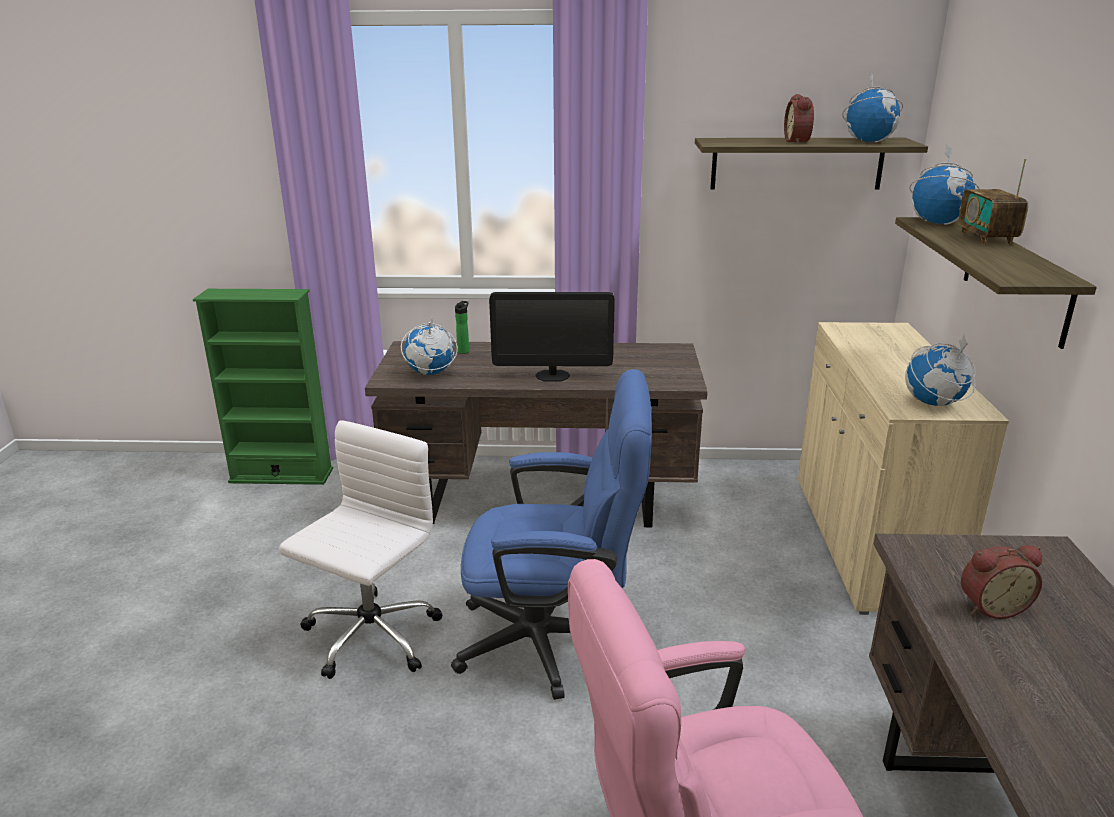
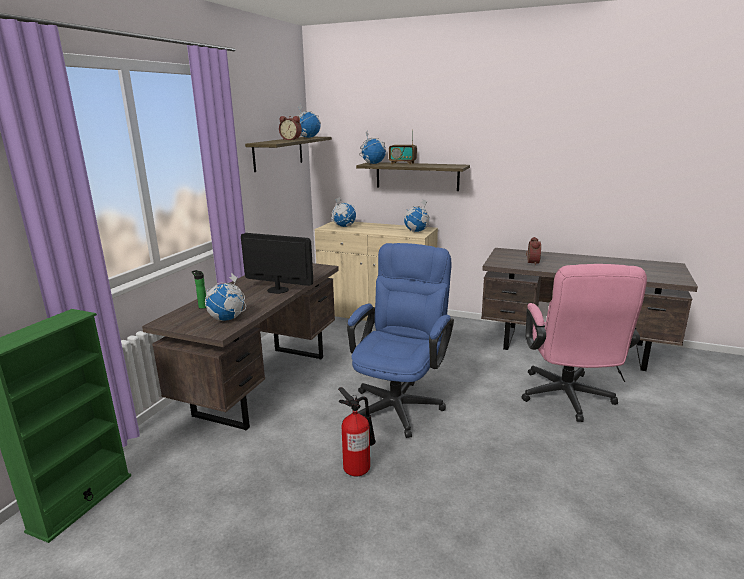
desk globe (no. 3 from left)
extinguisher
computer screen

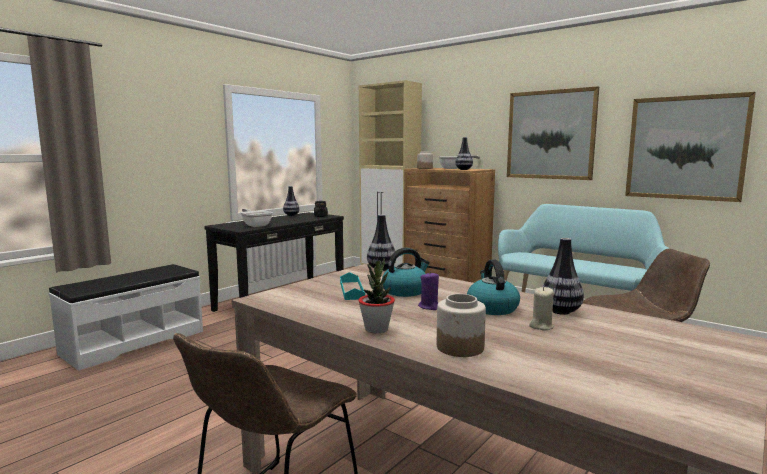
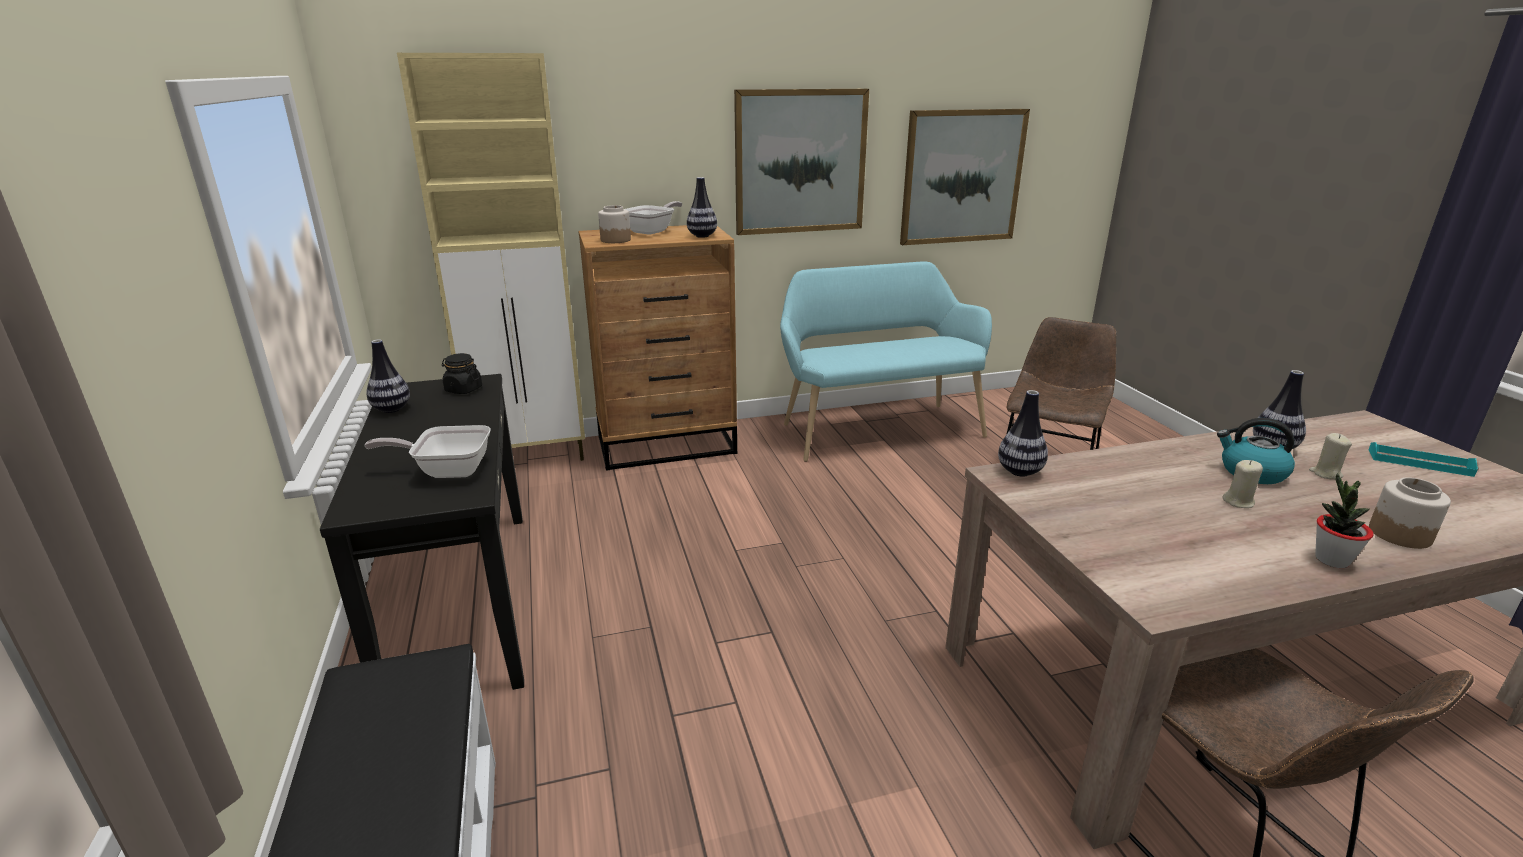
kettle (no. 1 from left in the first image)
blue-green serving tray
beige wax candle (no. 1 from left)

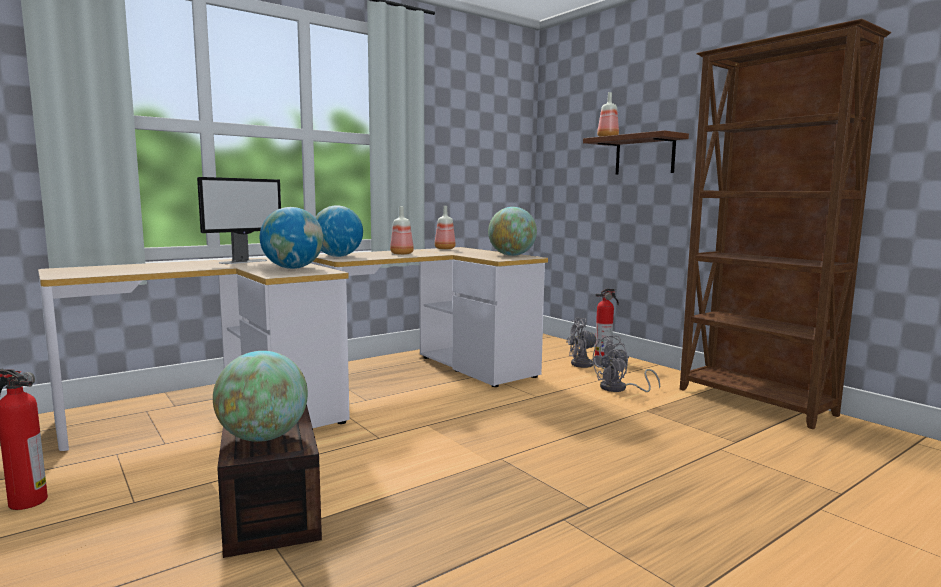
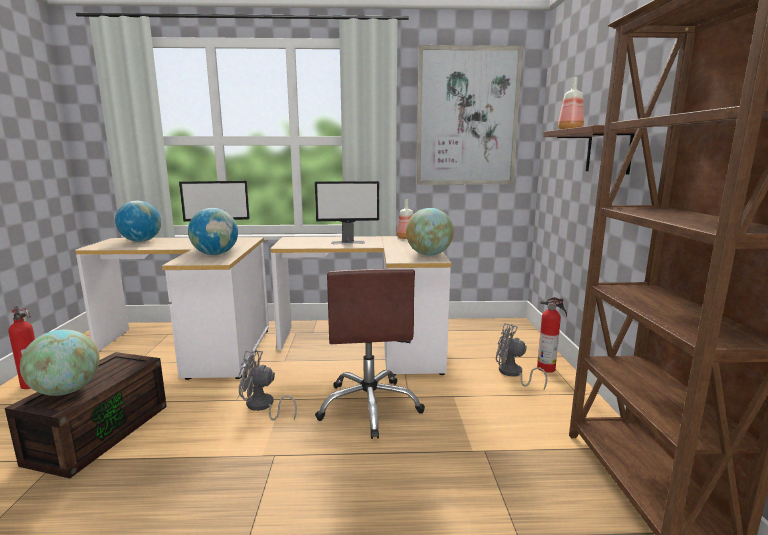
brown-coloured desk chair
wall picture
desk globe (no. 2 from left)
grey fan (no. 1 from left)
computer screen (no. 2 from left)

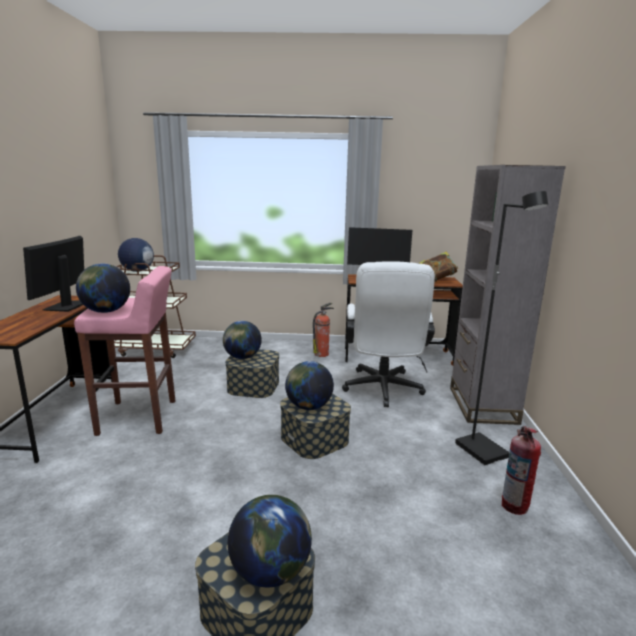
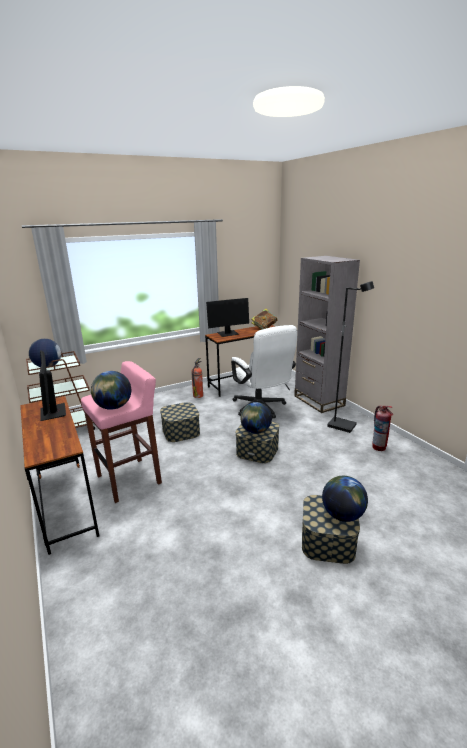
desk globe (no. 3 from left in the first image)

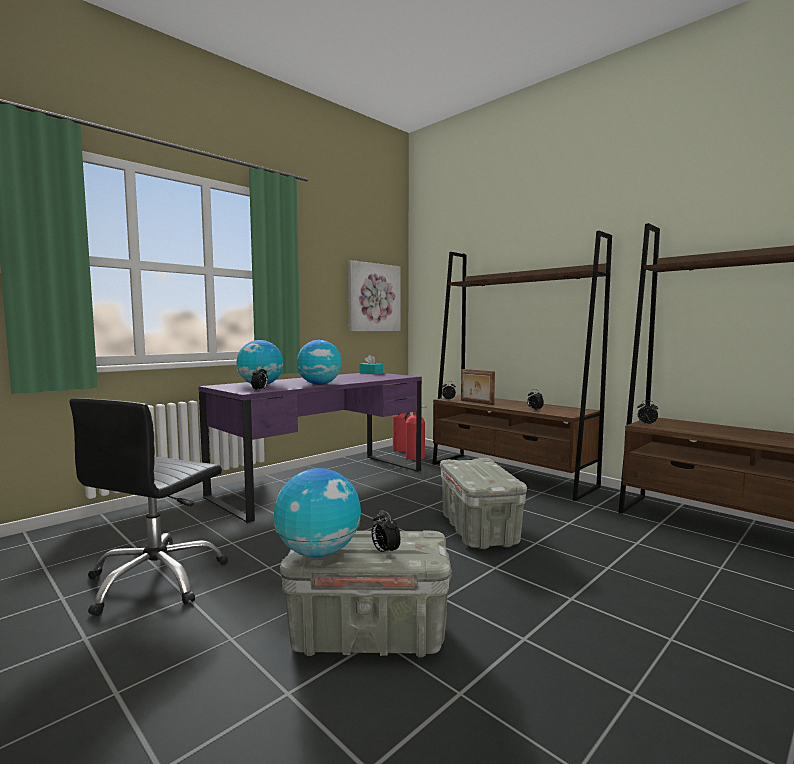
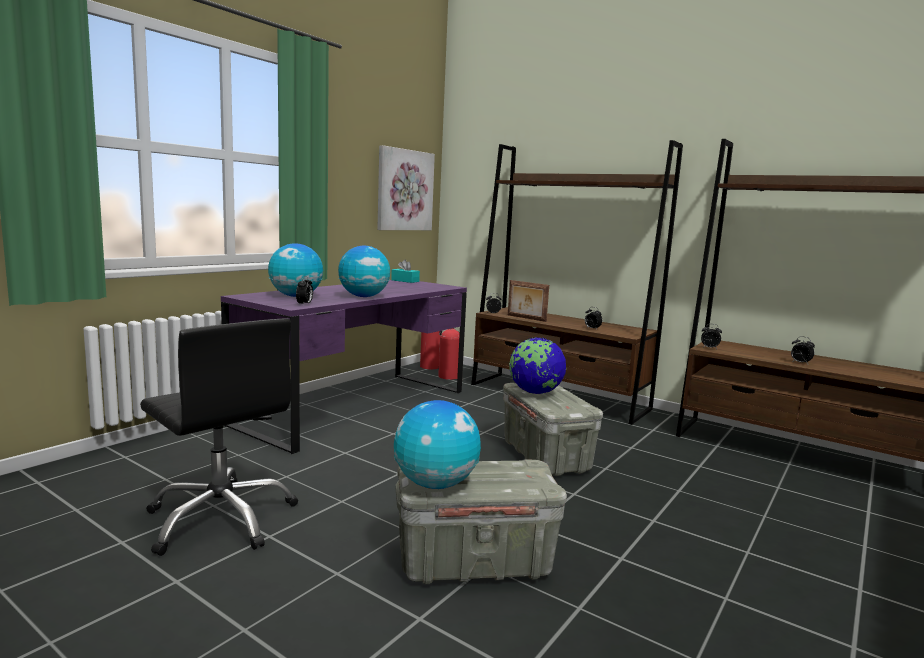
desk globe (no. 4 from left)
bedside clock (no. 5 from left)
blackish desk chair

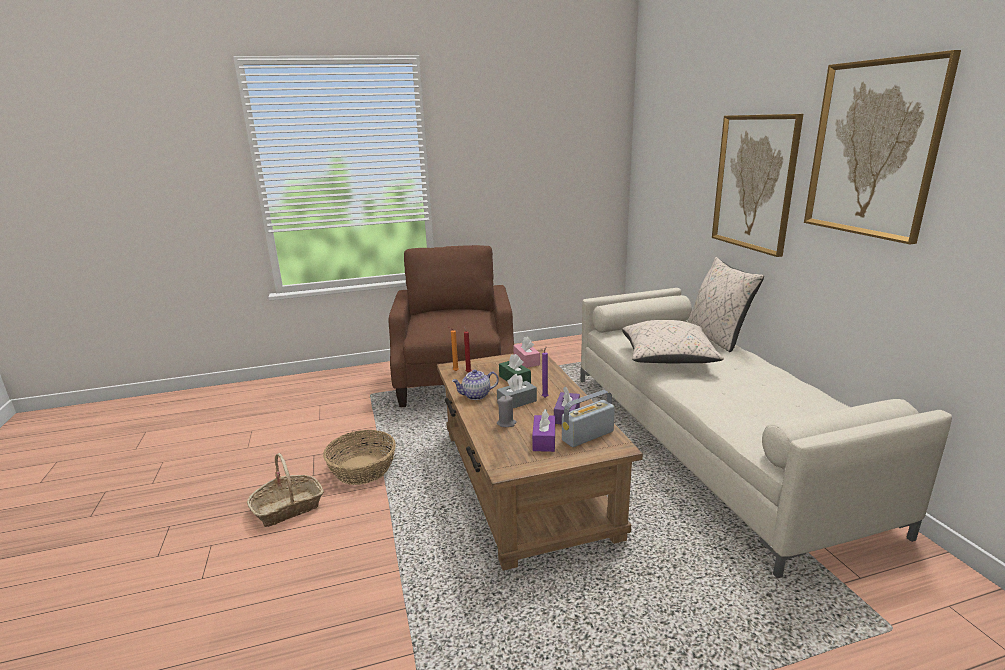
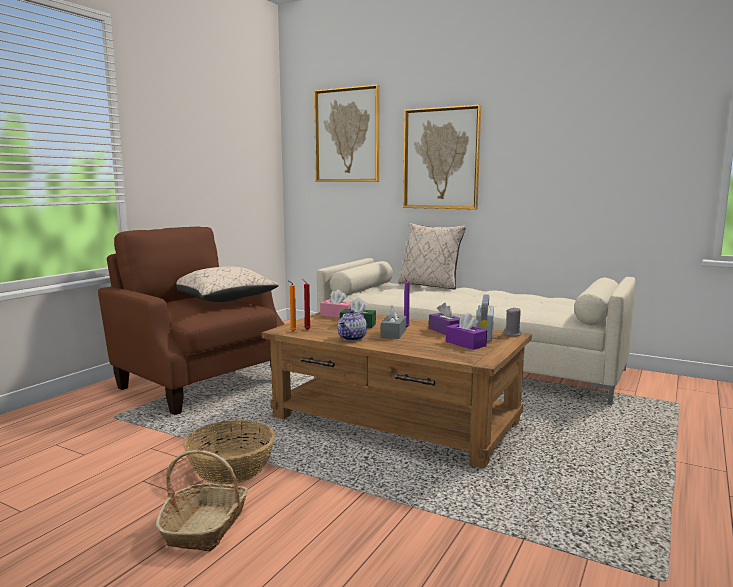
grey wax candle
beige cushion (no. 1 from left)
wall picture (no. 1 from left)

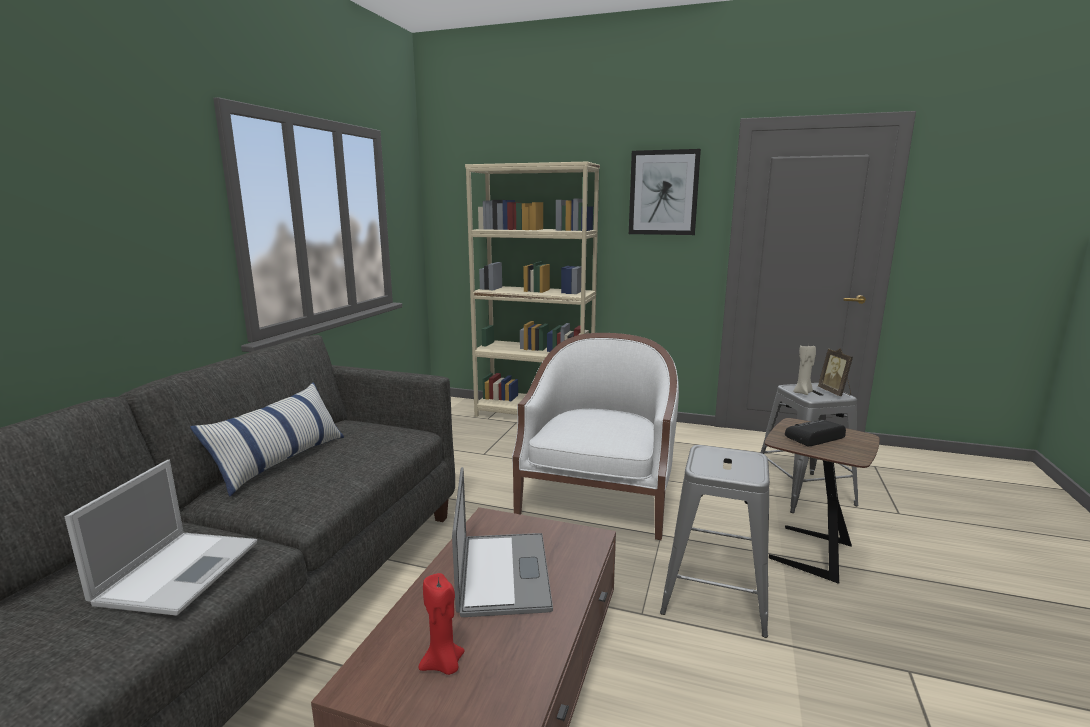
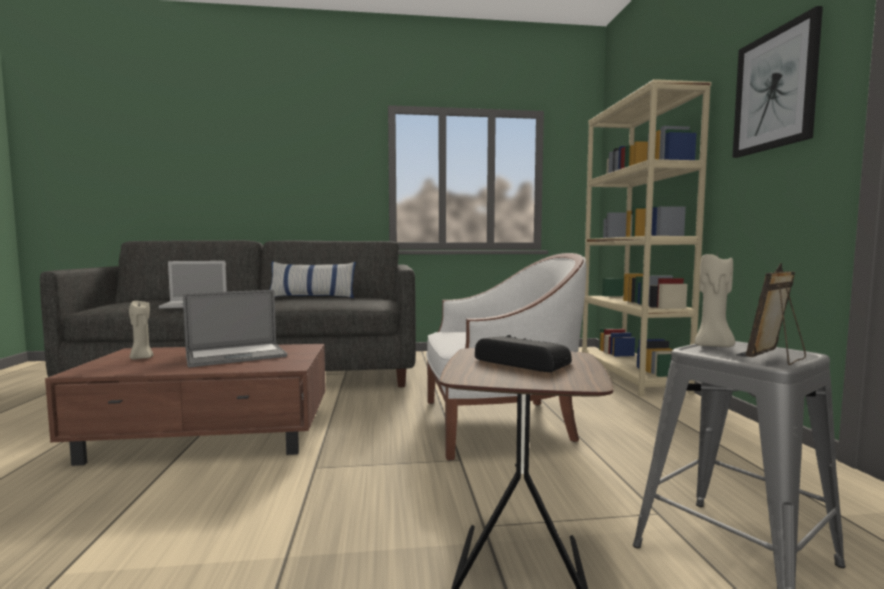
grey stool seat (no. 1 from left in the first image)
beige wax candle (no. 1 from left)

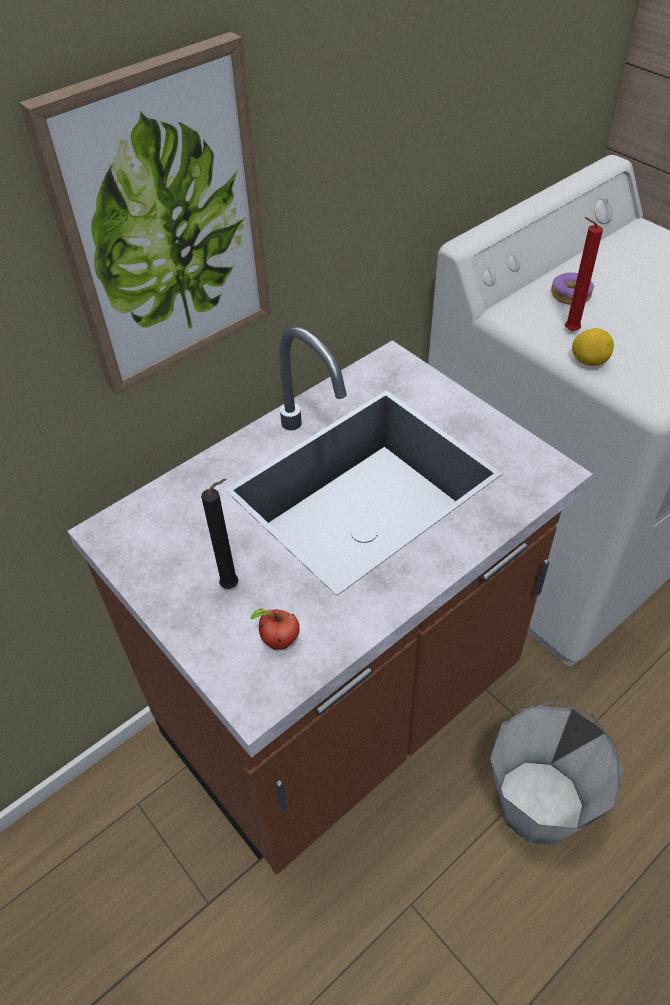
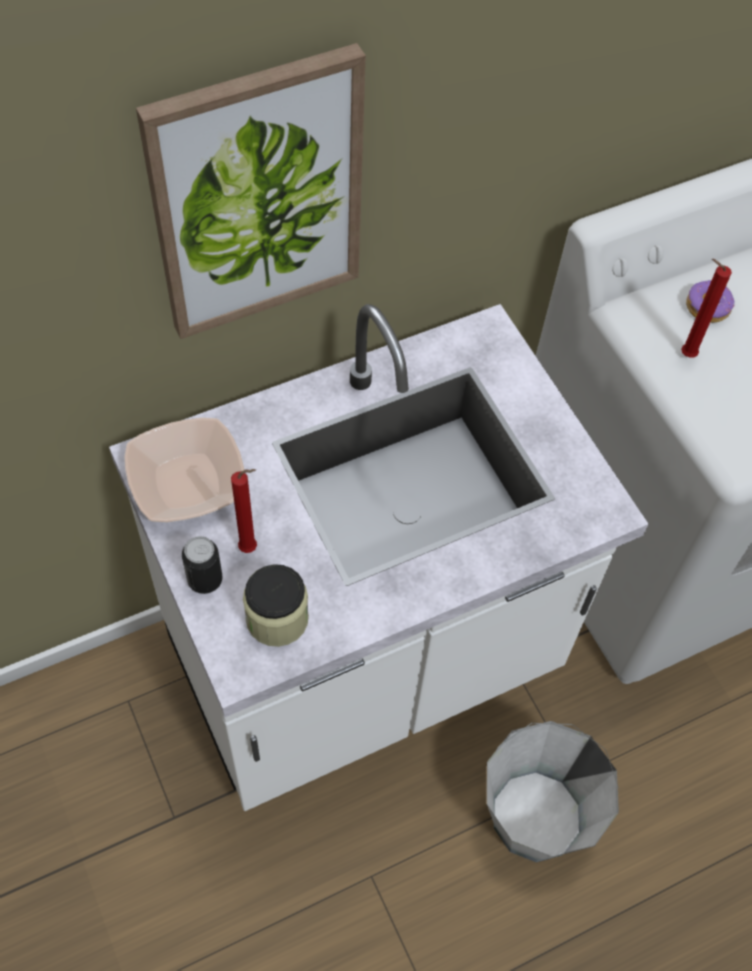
whole lemon
bowl
can
storage jar
white-coloured counter
reddish wax candle (no. 1 from left)

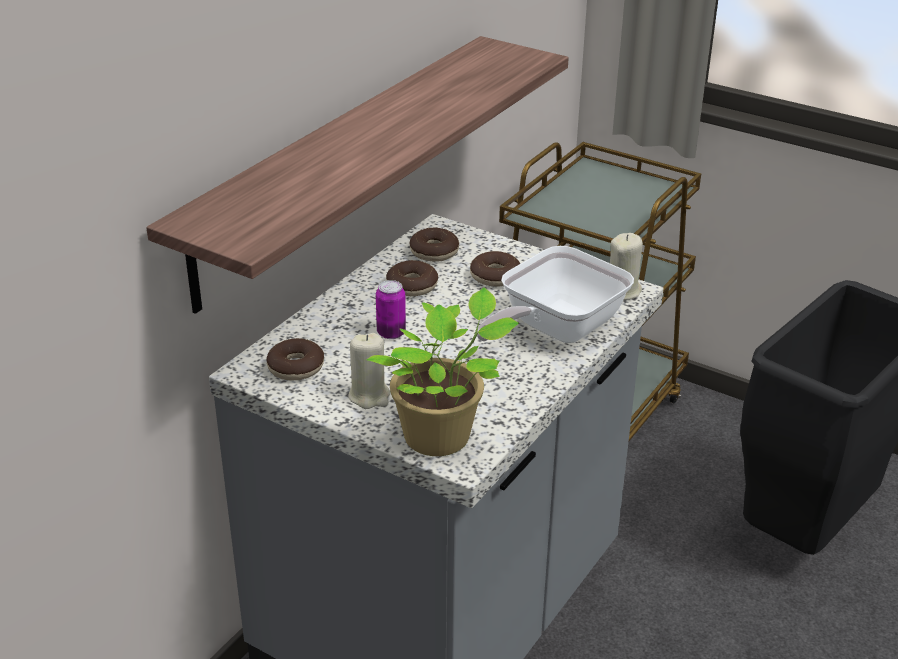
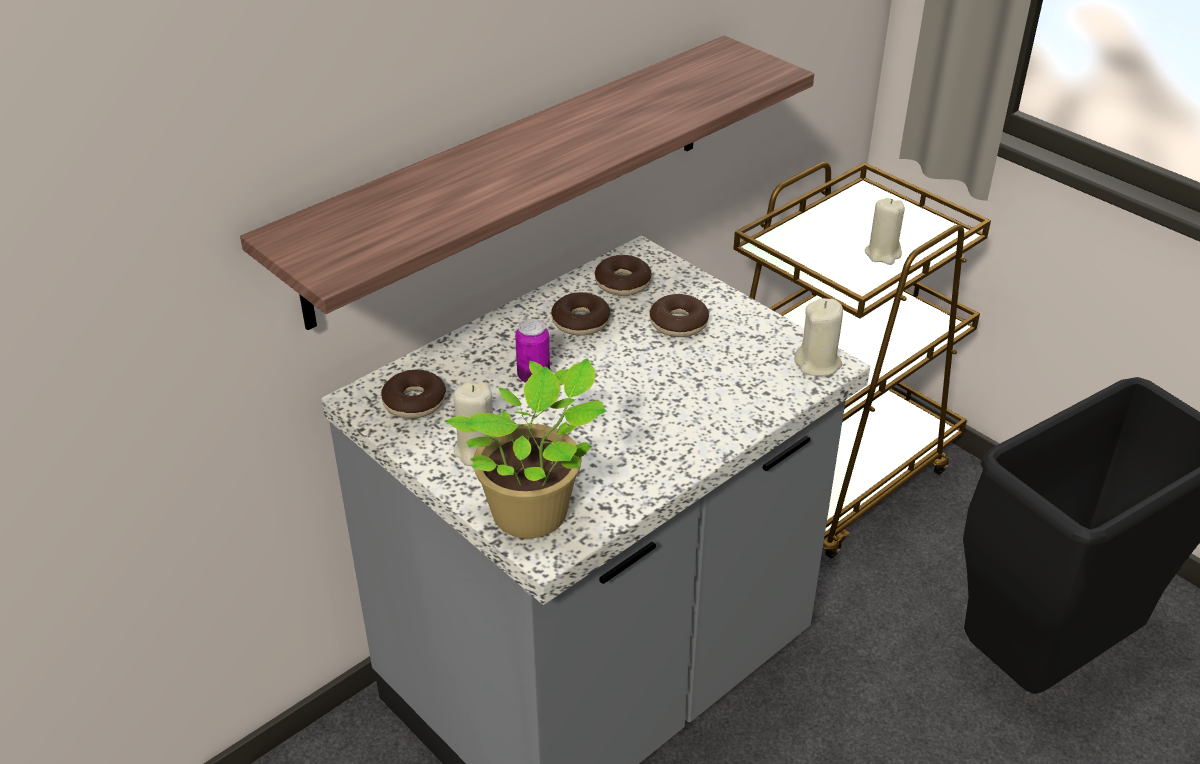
frying pan
beige wax candle (no. 3 from left)

